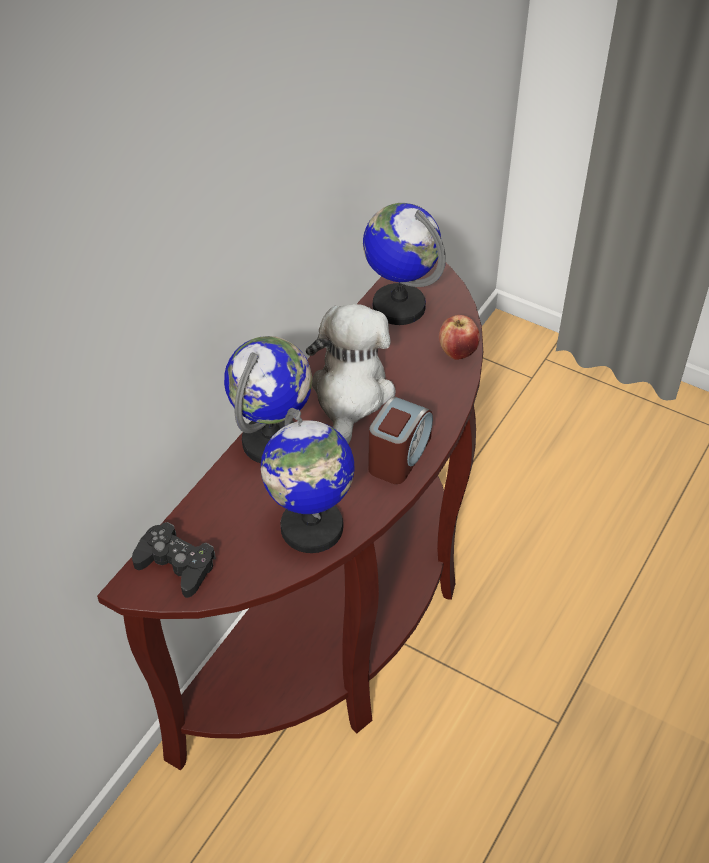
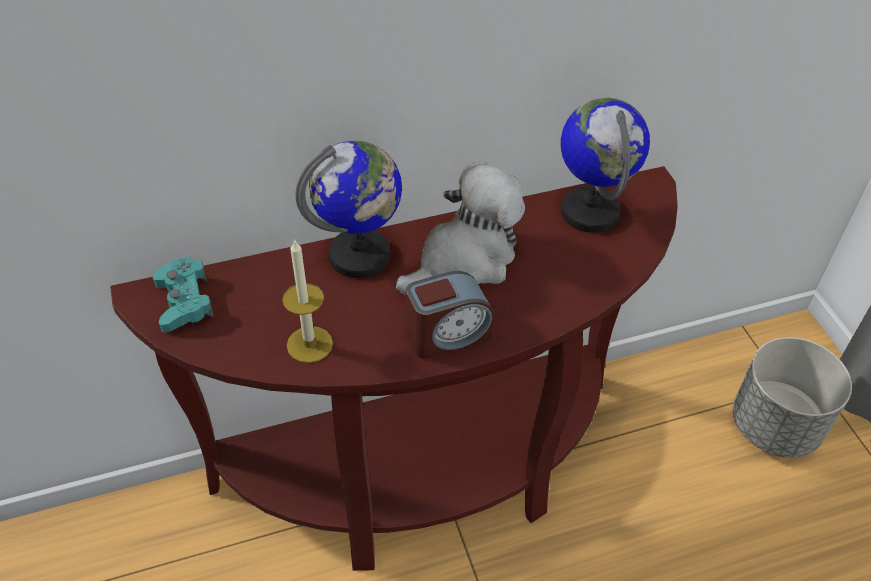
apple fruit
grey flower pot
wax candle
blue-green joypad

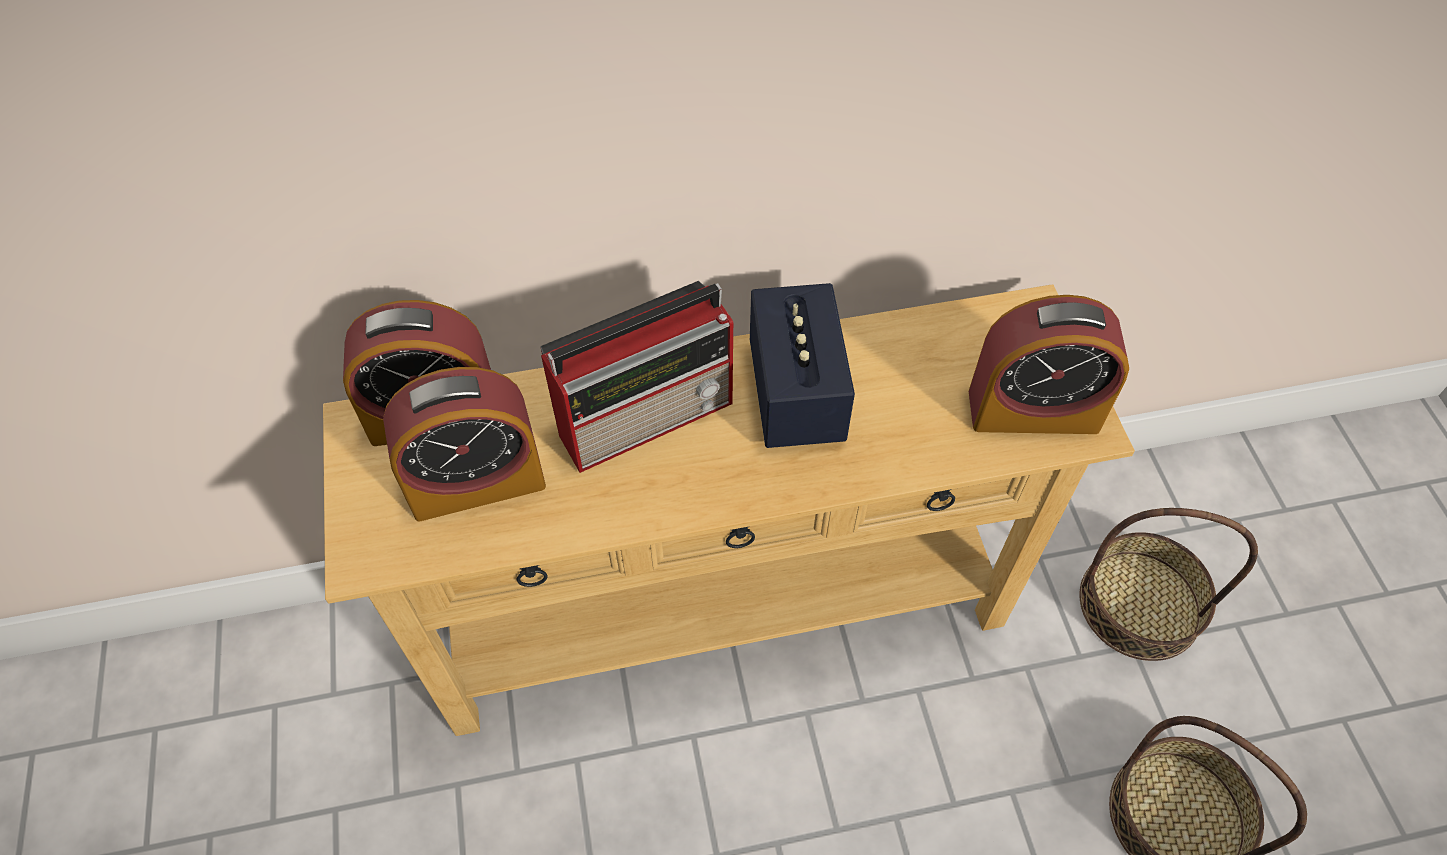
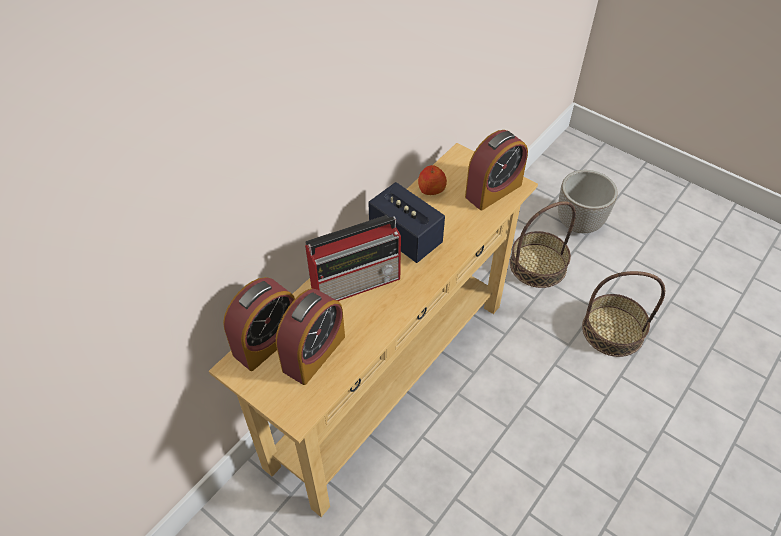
apple fruit
flower pot
radio

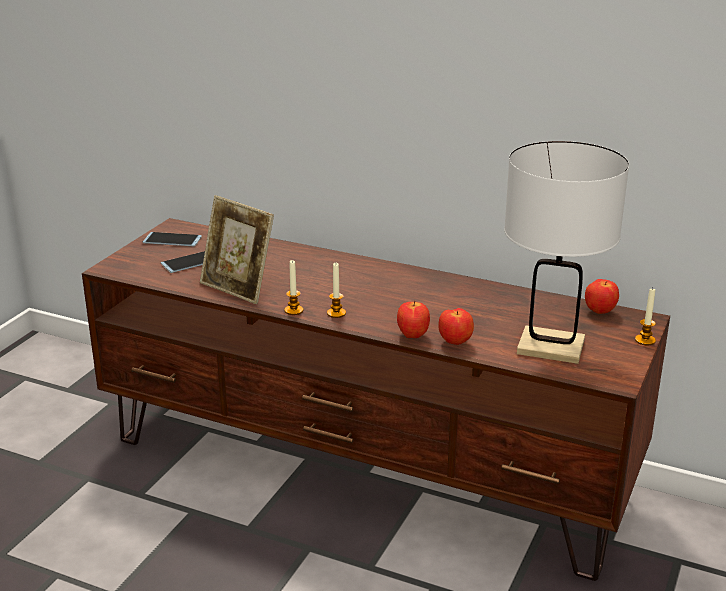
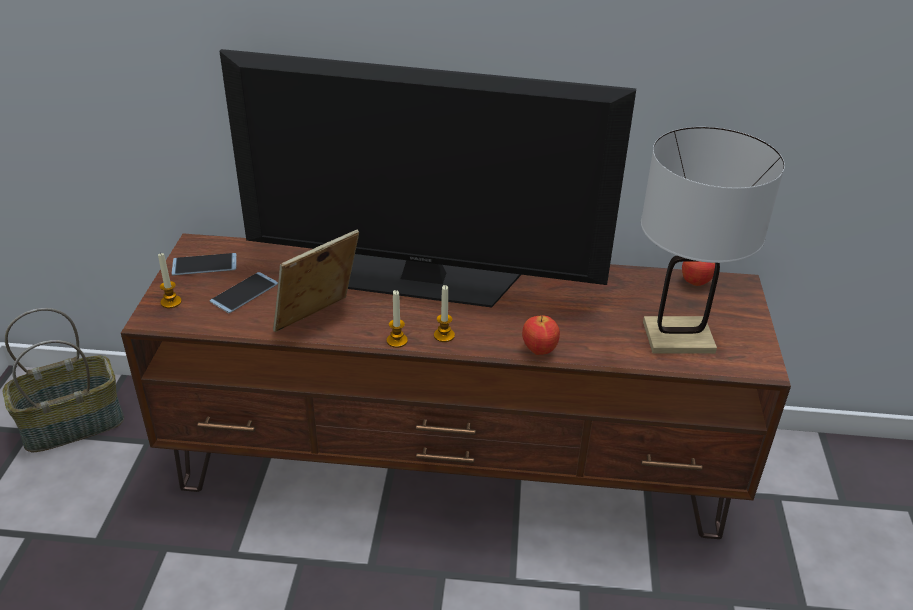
apple fruit (no. 2 from left in the first image)
storage basket
TV
wax candle (no. 1 from left)
photo frame

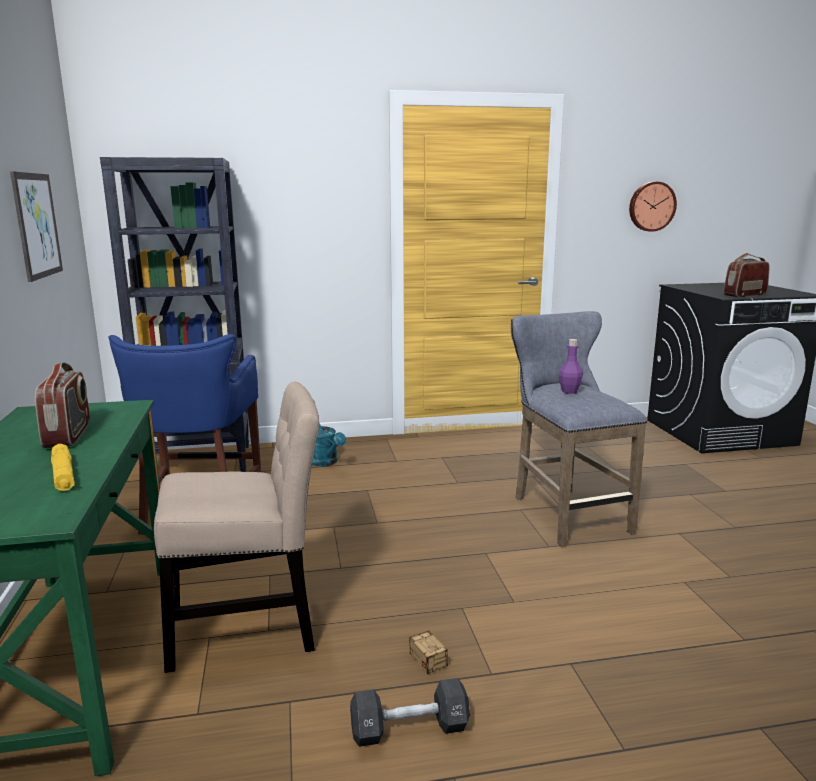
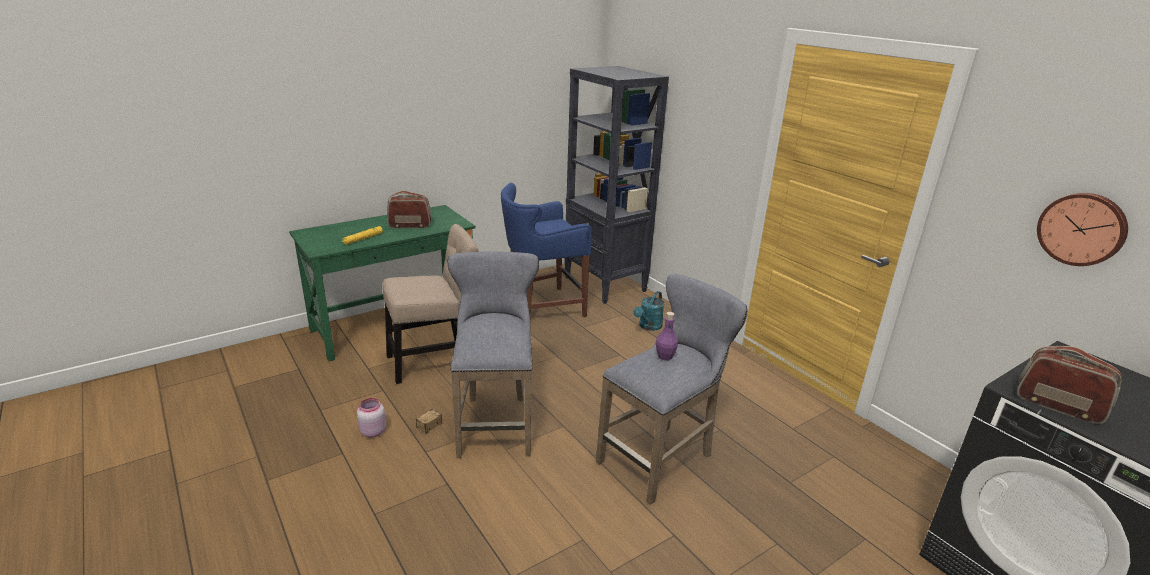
wall picture
grey stool seat (no. 1 from left)
pink-coloured storage jar
radio (no. 1 from left)
beige chair

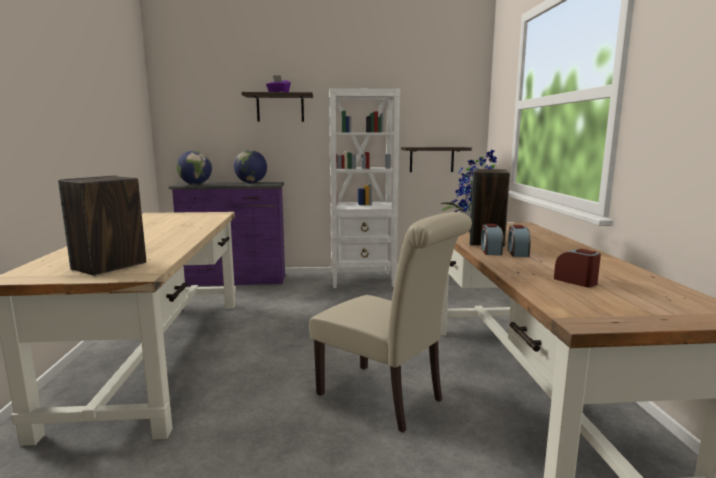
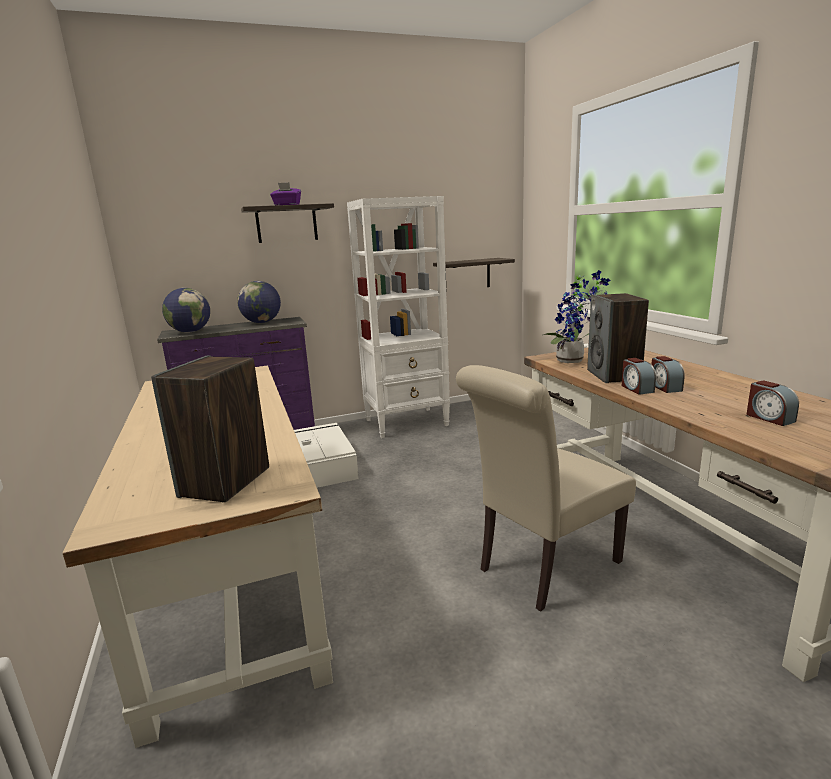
white-coloured storage bin
beige chair
bedside clock (no. 3 from left)

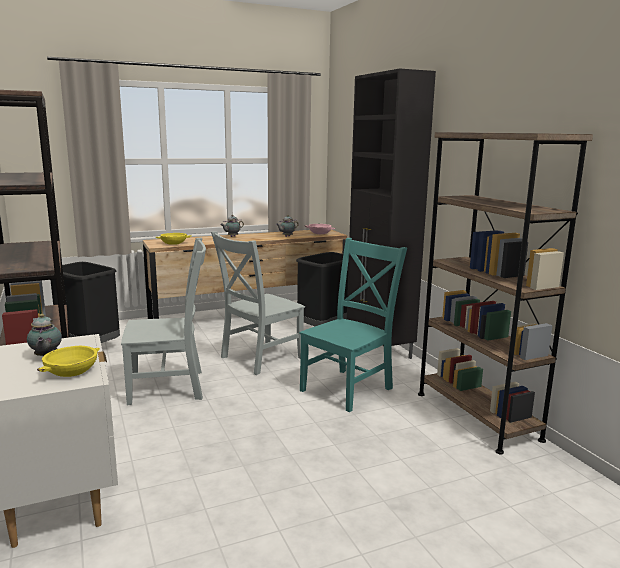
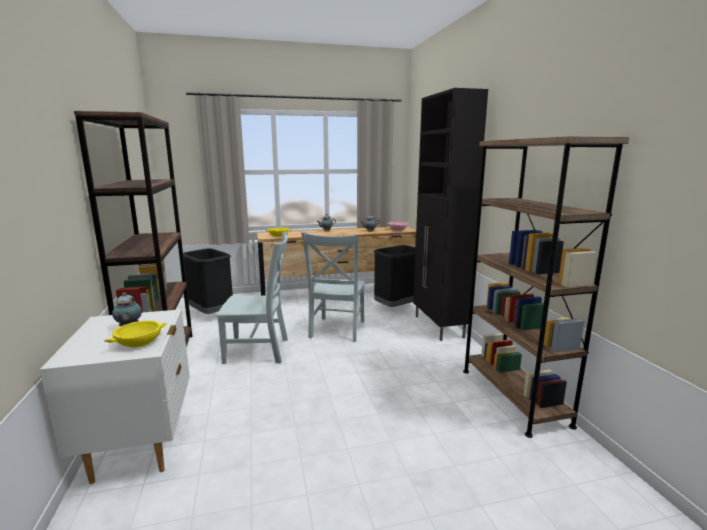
blue-green chair
grey chair (no. 2 from left)

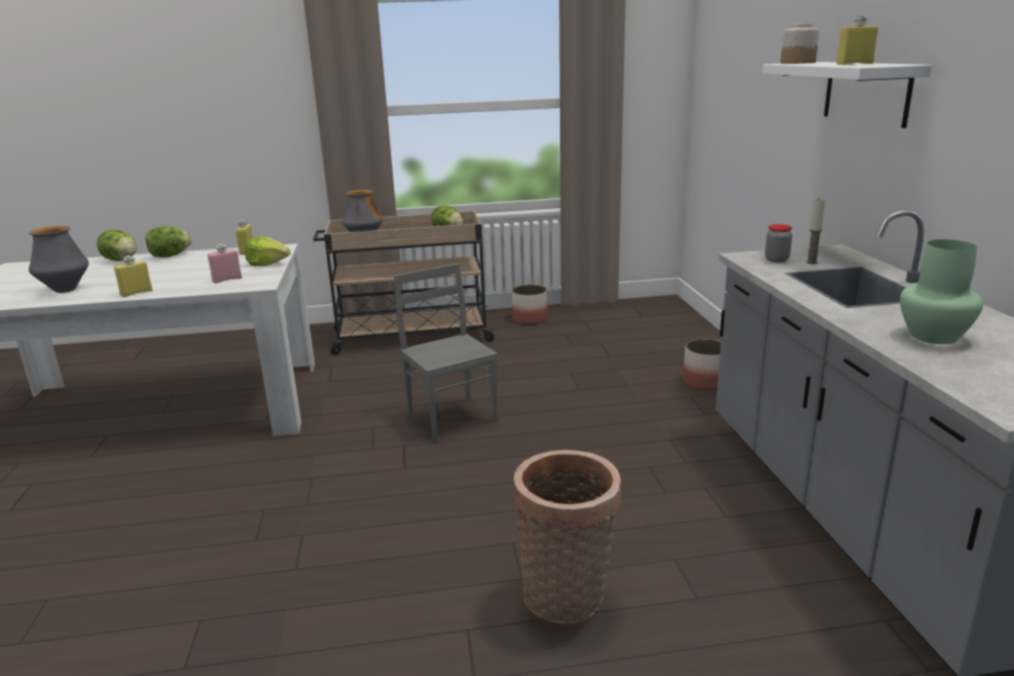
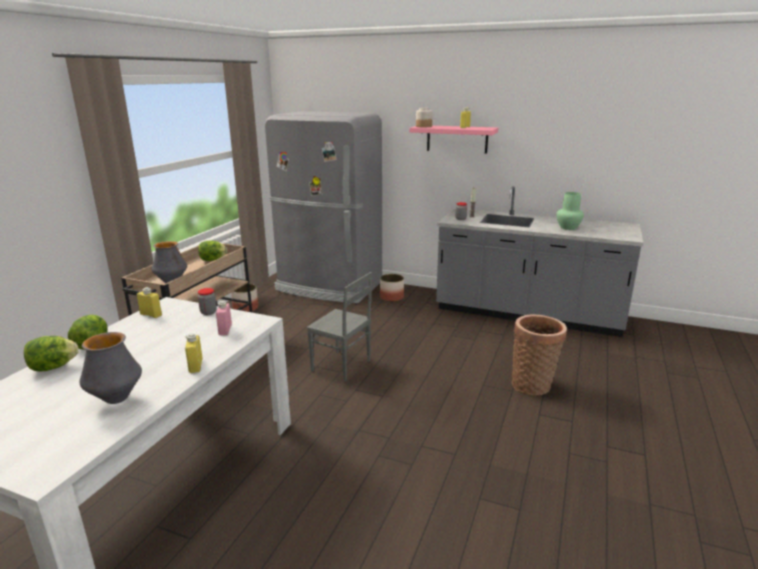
grey kitchen fridge
storage jar (no. 1 from left)
pink-coloured shelf
grey chair

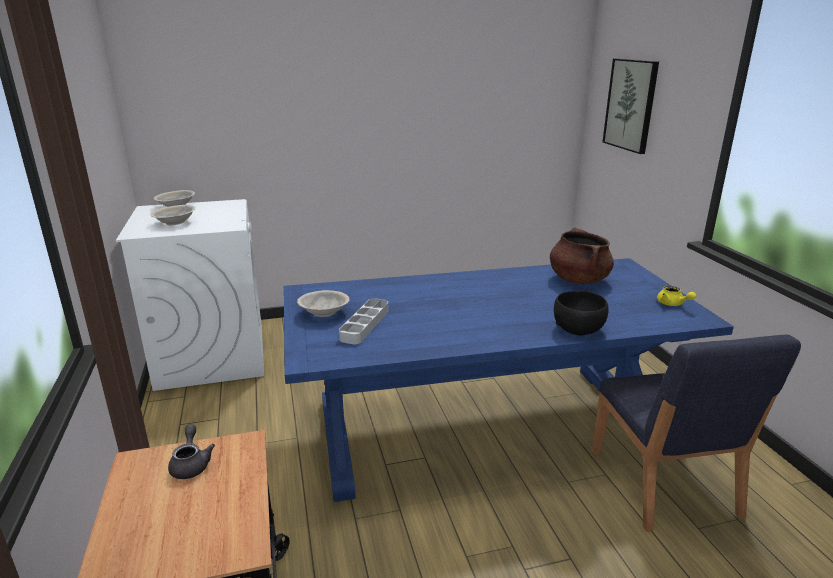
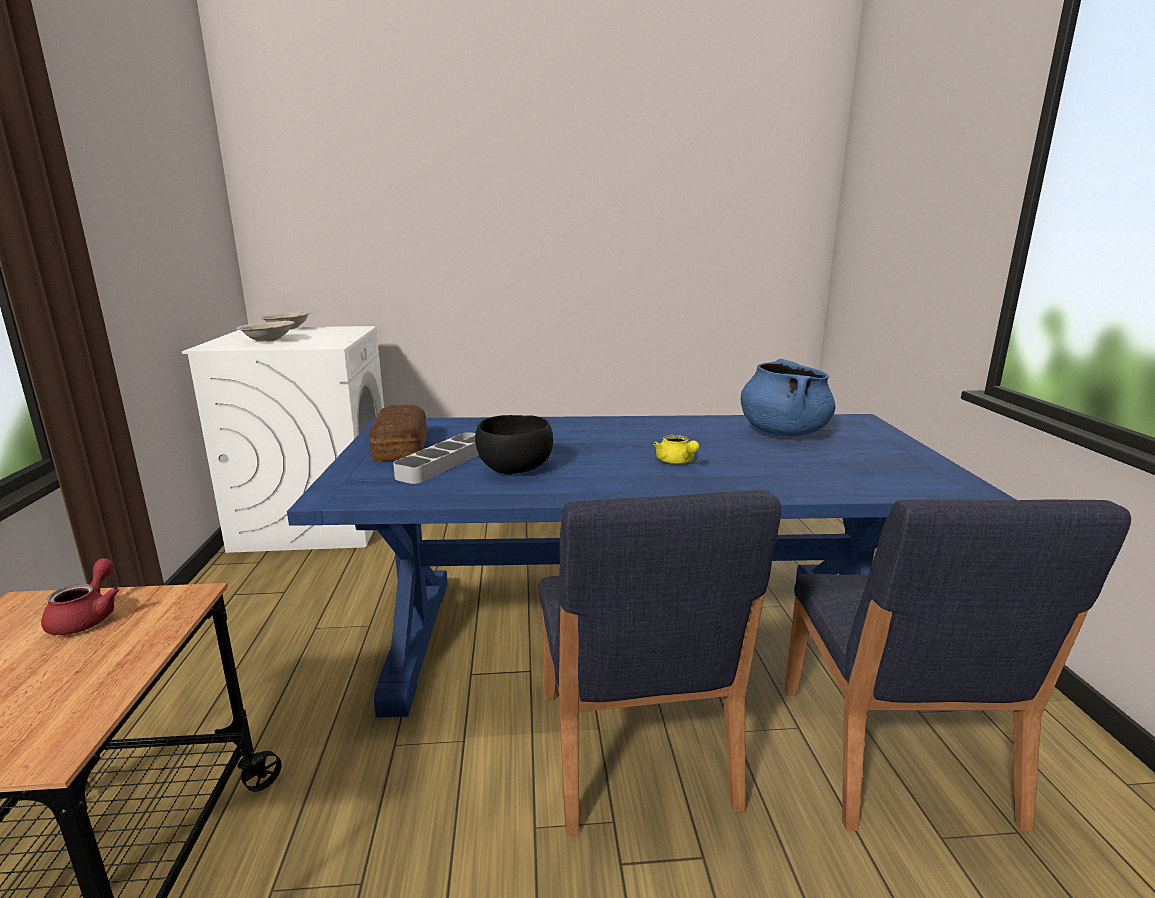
wall picture
blue-coloured chair (no. 1 from left)
blackish bowl
yellow tea pot
baked bread
reddish tea pot
blue-coloured cooking pot

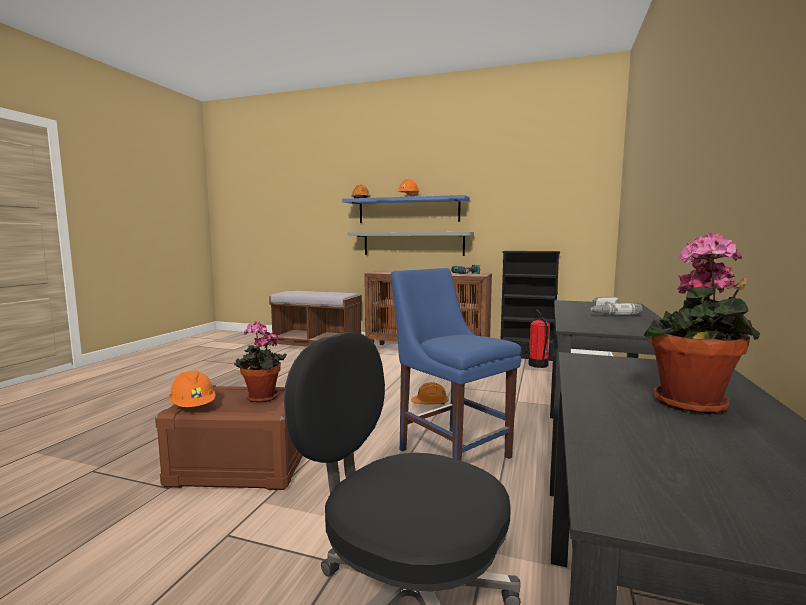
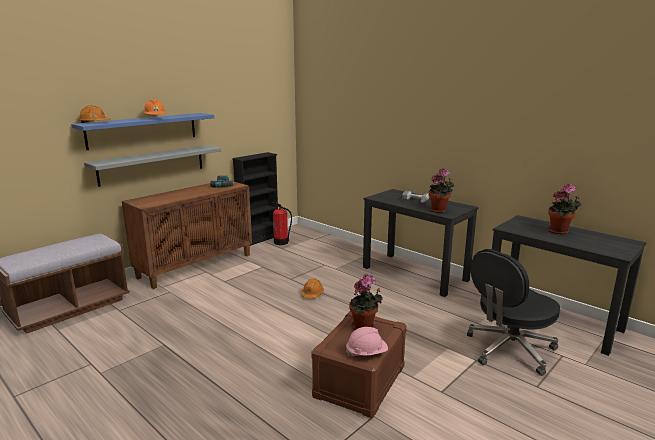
blue-coloured chair
potted plant (no. 2 from left)
pink-coloured hard hat

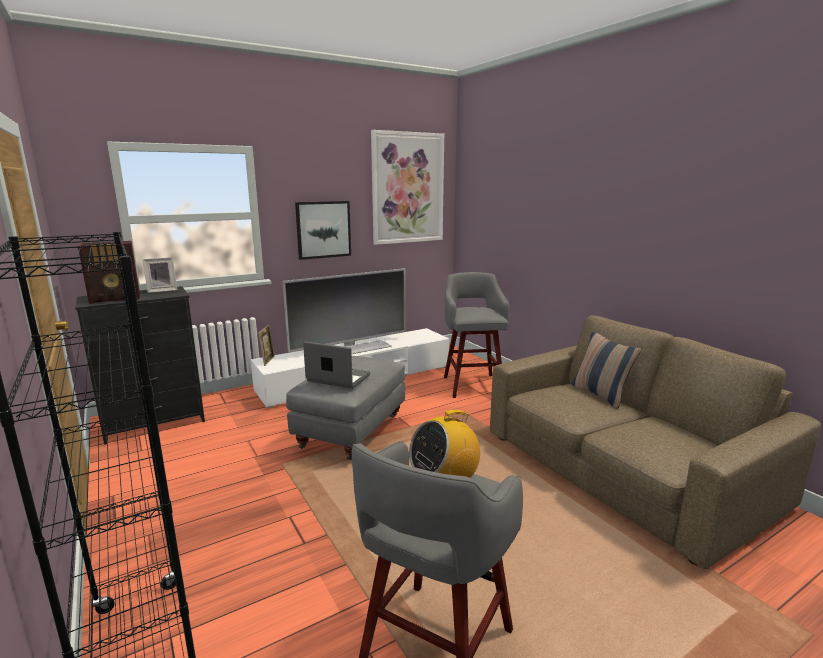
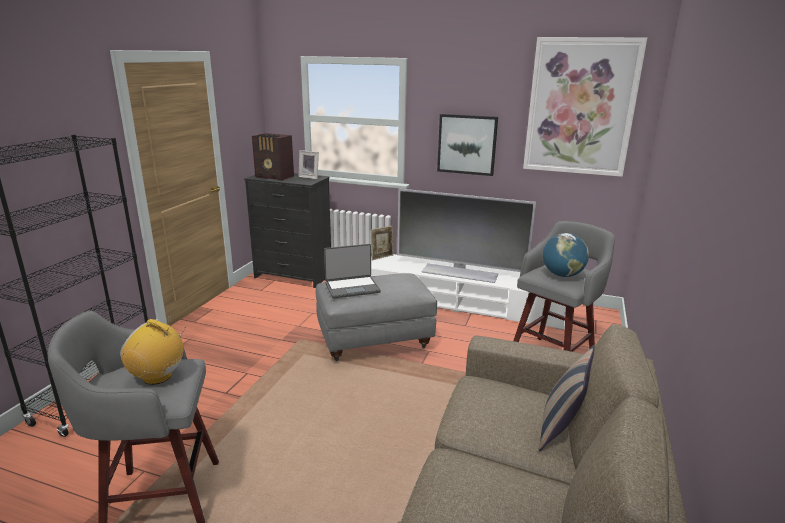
desk globe
portable computer

